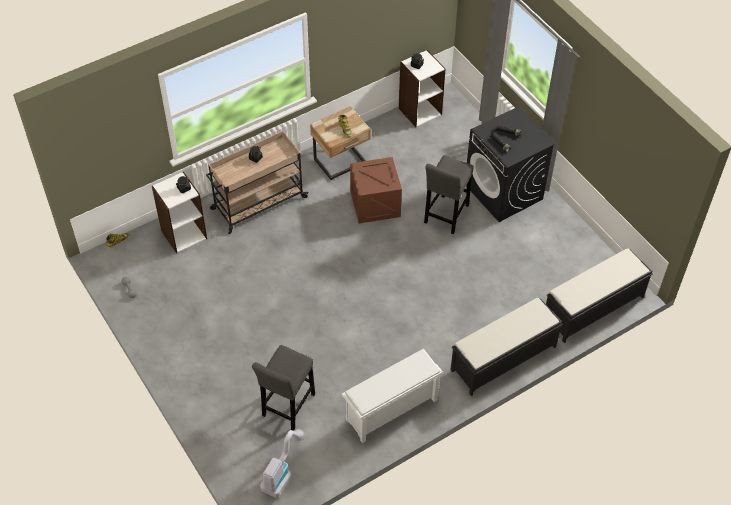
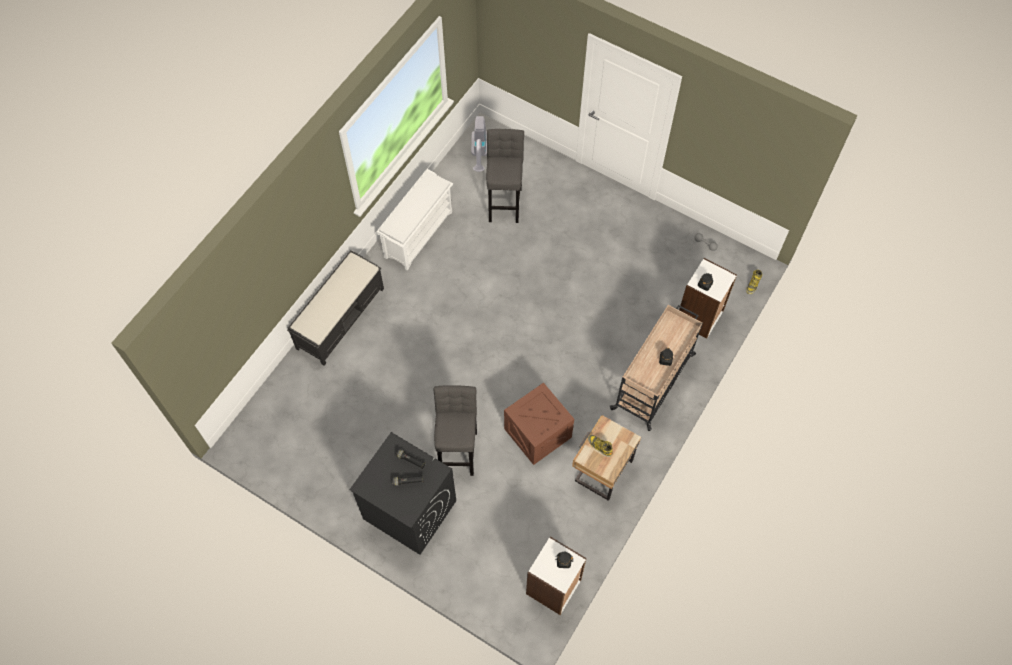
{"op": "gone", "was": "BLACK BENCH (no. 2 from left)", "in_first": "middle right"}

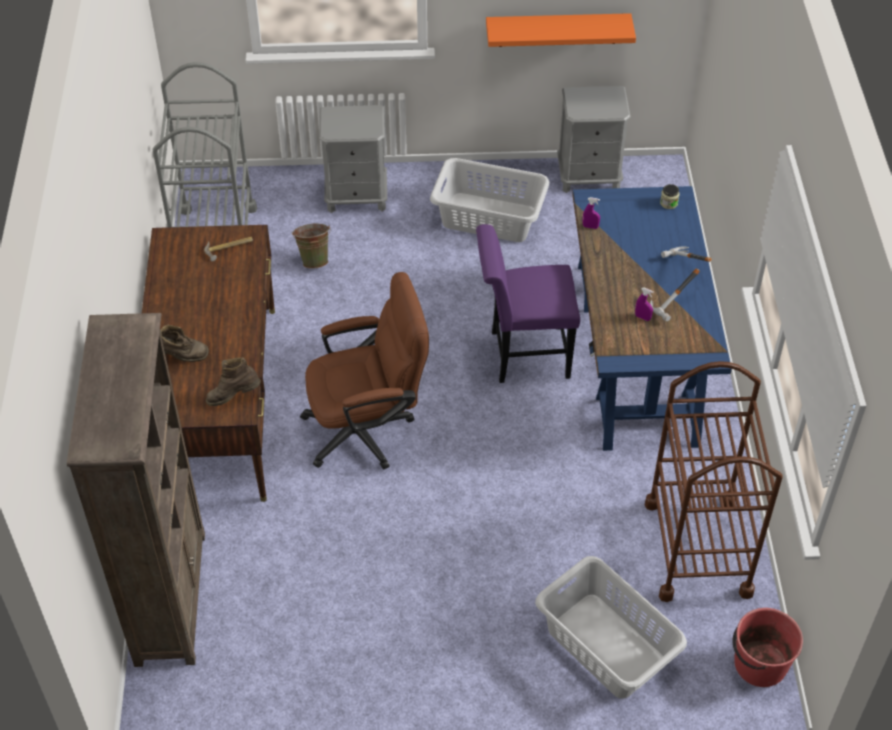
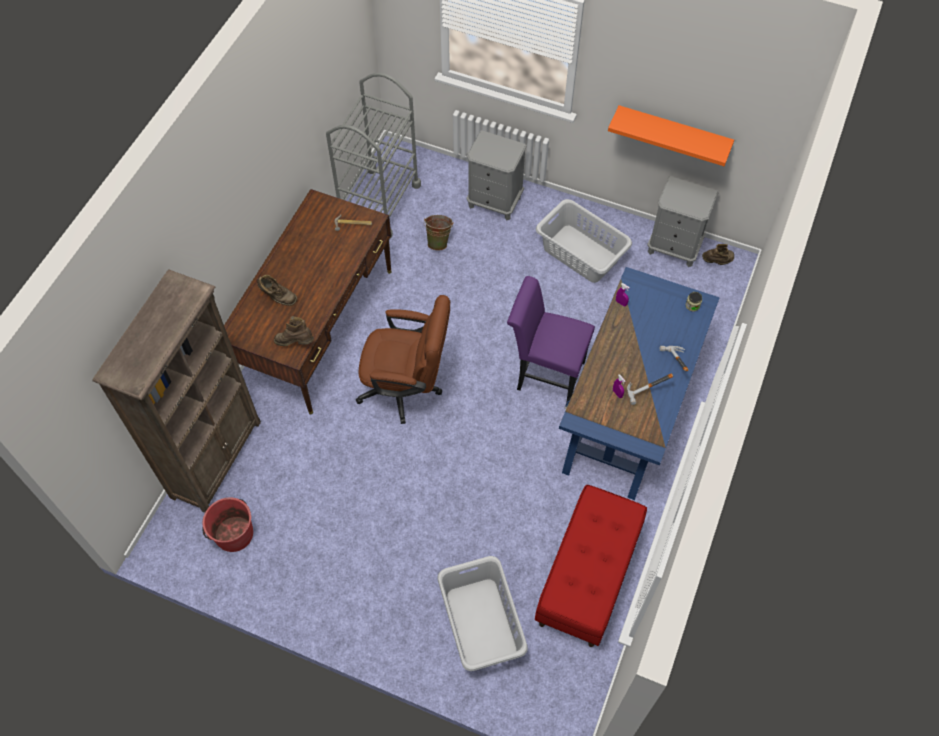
{"op": "shifted", "was": "RED BUCKET", "in_first": "bottom right", "in_second": "bottom left"}
{"op": "swapped", "was": "BROWN CART", "now": "RED BENCH", "in_first": "middle right", "in_second": "bottom centre"}
{"op": "new", "now": "BROWN BOOT (no. 3 from left)", "in_second": "middle right"}

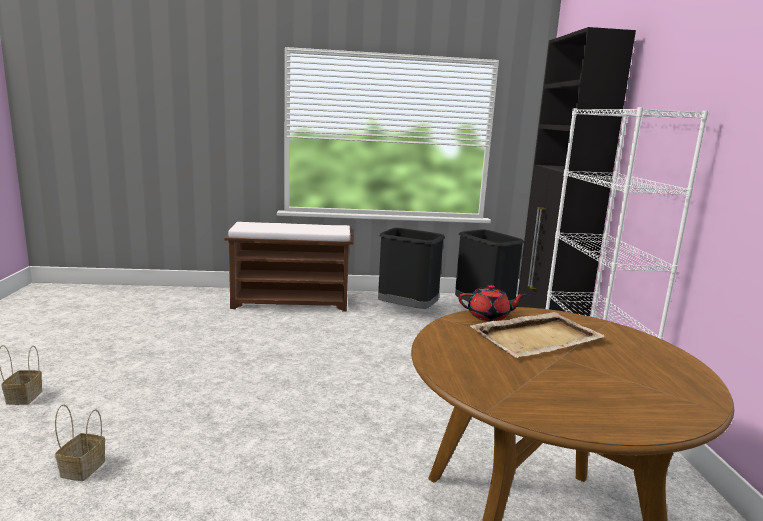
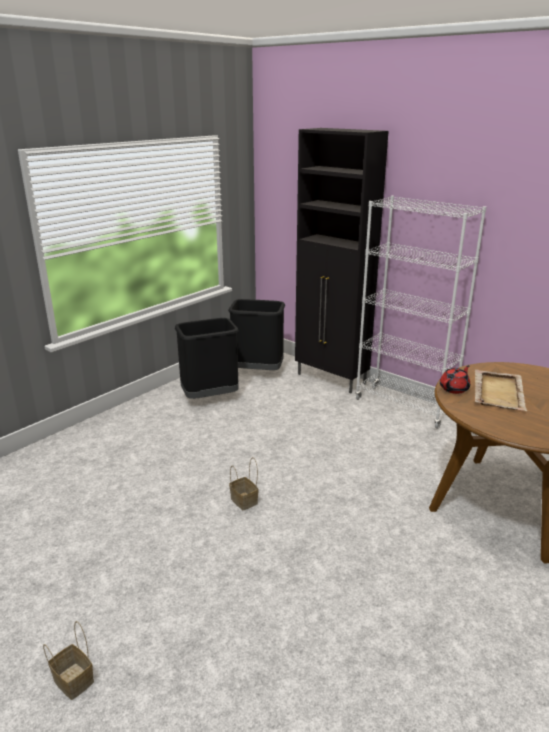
{"op": "shifted", "was": "BASKET (no. 2 from left)", "in_first": "bottom left", "in_second": "centre"}
{"op": "gone", "was": "BROWN BENCH", "in_first": "centre"}

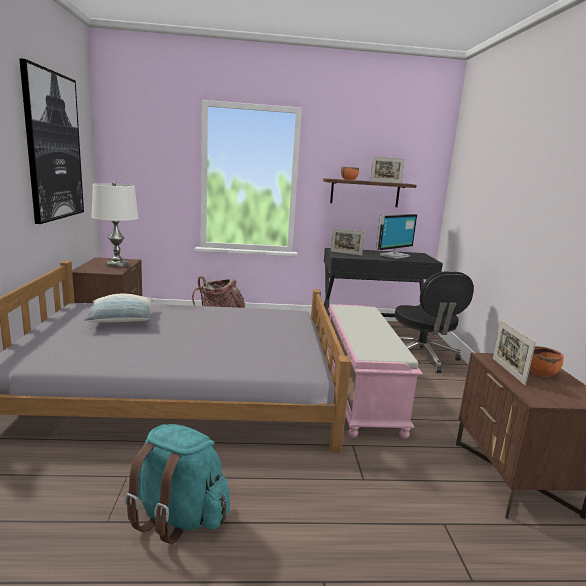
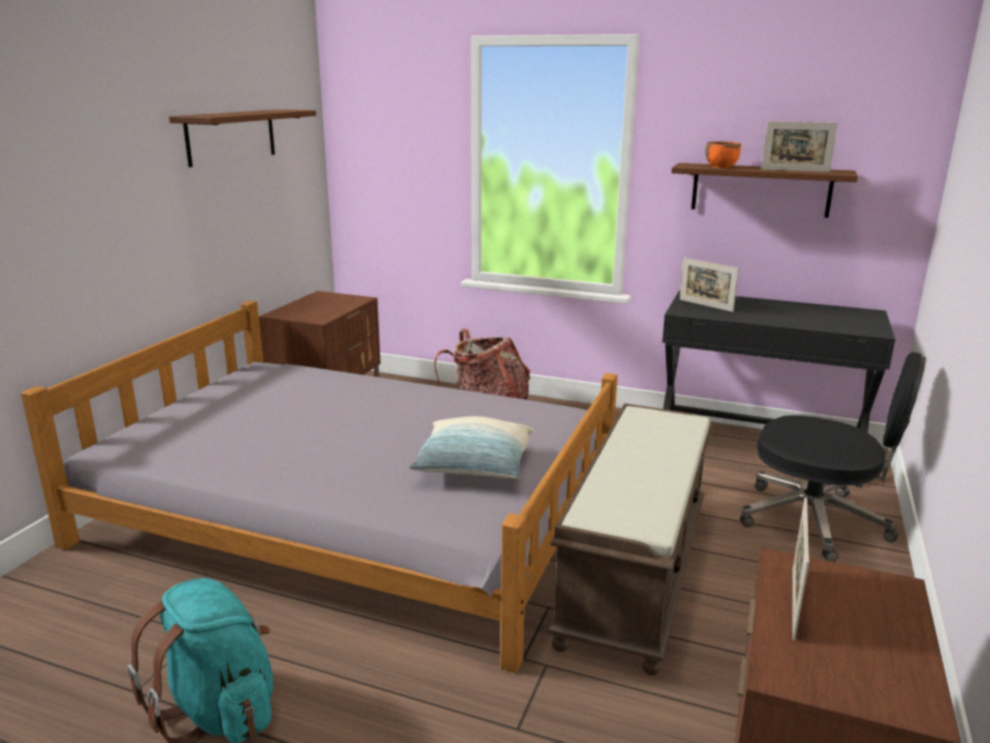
{"op": "swapped", "was": "PICTURE", "now": "BROWN SHELF (no. 1 from left)", "in_first": "top left", "in_second": "top left"}
{"op": "shifted", "was": "PILLOW", "in_first": "middle left", "in_second": "centre"}
{"op": "repainted", "was": "PINK BENCH", "now": "BROWN BENCH", "in_first": "centre", "in_second": "bottom centre"}
{"op": "rotated", "was": "BLACK OFFICE CHAIR", "in_first": "middle right", "in_second": "middle right", "clockwise": -75}
{"op": "gone", "was": "WHITE TABLE LAMP", "in_first": "middle left"}
{"op": "gone", "was": "MONITOR", "in_first": "middle right"}
{"op": "gone", "was": "ORANGE BOWL (no. 2 from left)", "in_first": "middle right"}

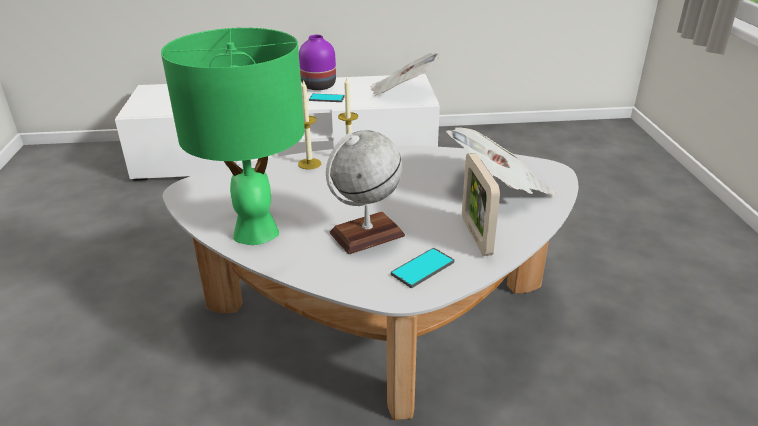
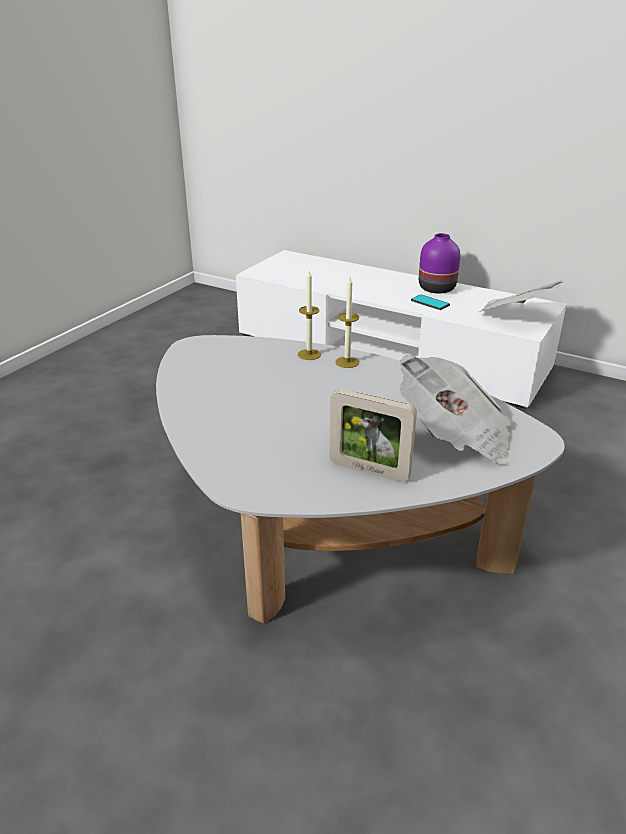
{"op": "rotated", "was": "PICTURE FRAME", "in_first": "centre", "in_second": "centre", "clockwise": -90}
{"op": "gone", "was": "GREEN TABLE LAMP", "in_first": "top left"}
{"op": "gone", "was": "GLOBE", "in_first": "centre"}
{"op": "gone", "was": "PHONE (no. 2 from left)", "in_first": "centre"}

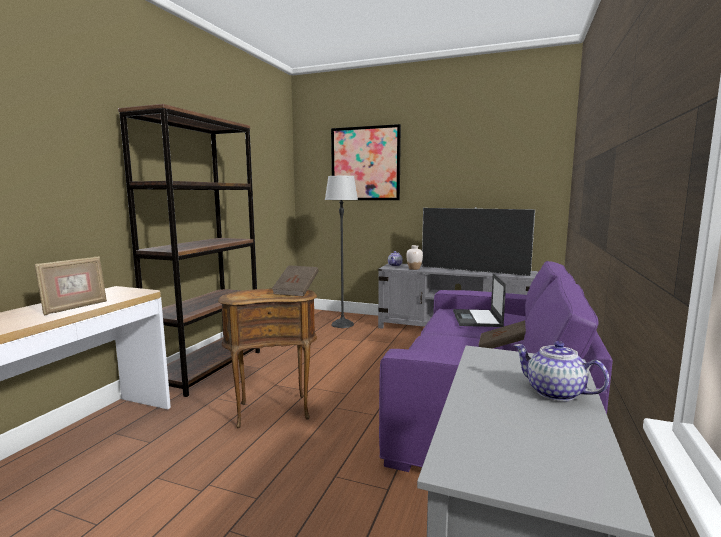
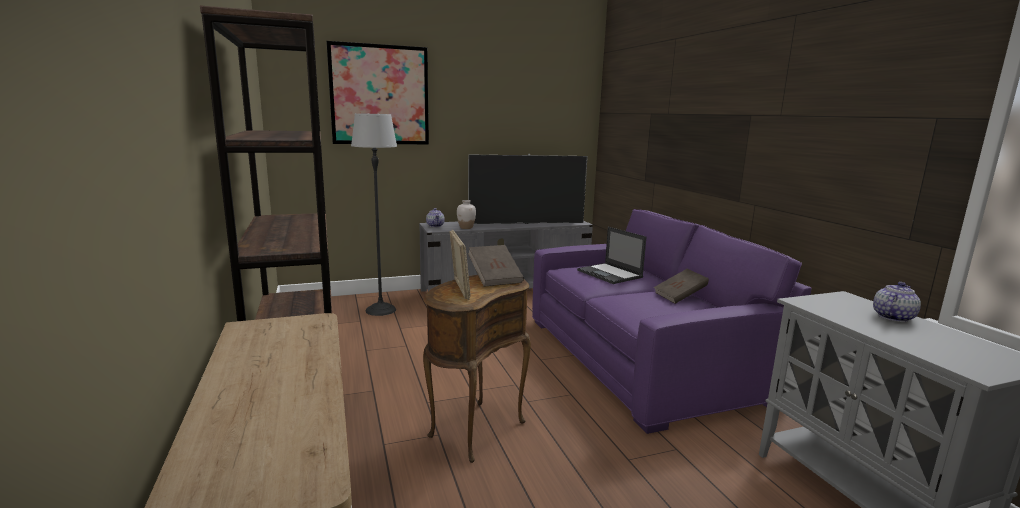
{"op": "shifted", "was": "PICTURE FRAME", "in_first": "middle left", "in_second": "centre"}
{"op": "rotated", "was": "TEAPOT (no. 2 from left)", "in_first": "bottom right", "in_second": "middle right", "clockwise": 135}

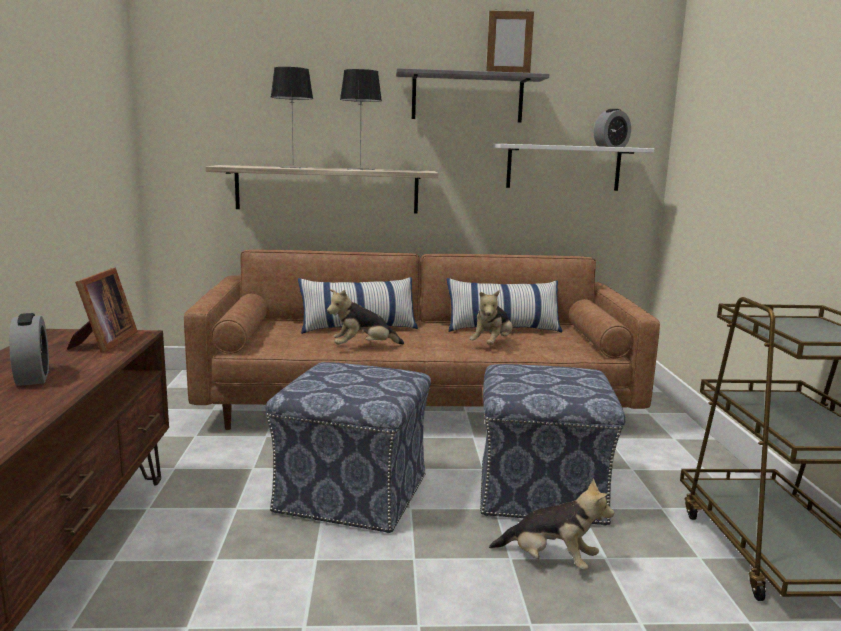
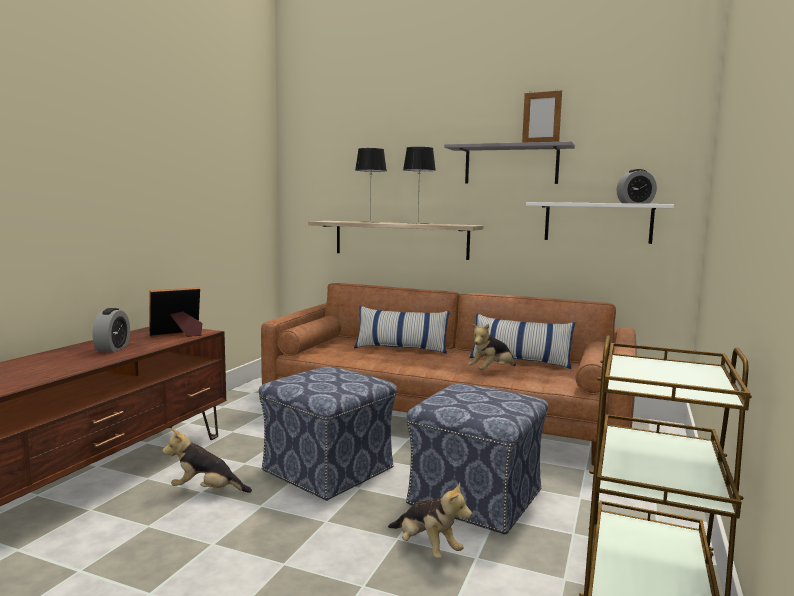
{"op": "rotated", "was": "PICTURE FRAME (no. 1 from left)", "in_first": "middle left", "in_second": "middle left", "clockwise": -150}
{"op": "shifted", "was": "PLUSH TOY (no. 1 from left)", "in_first": "centre", "in_second": "bottom left"}

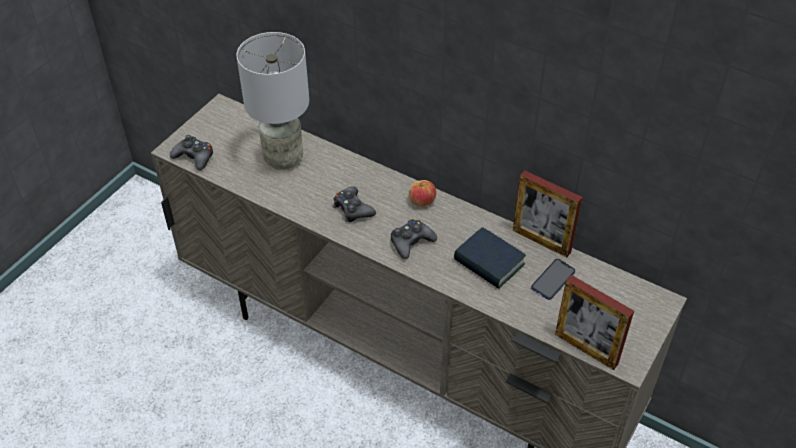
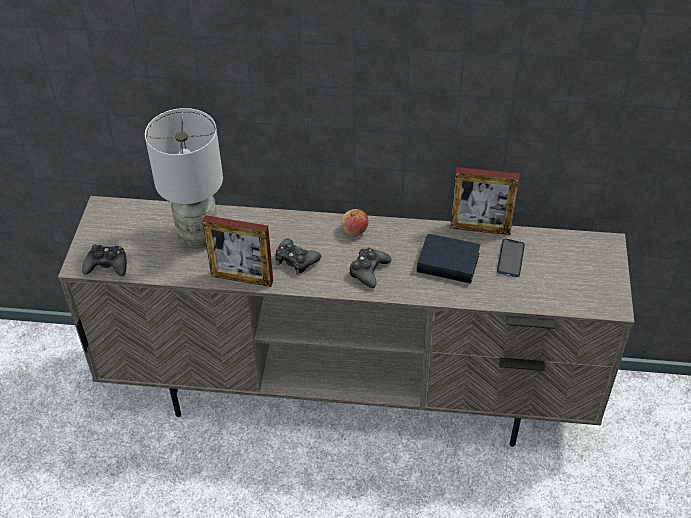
{"op": "shifted", "was": "PICTURE FRAME (no. 2 from left in the first image)", "now": "PICTURE FRAME (no. 1 from left)", "in_first": "bottom right", "in_second": "centre"}

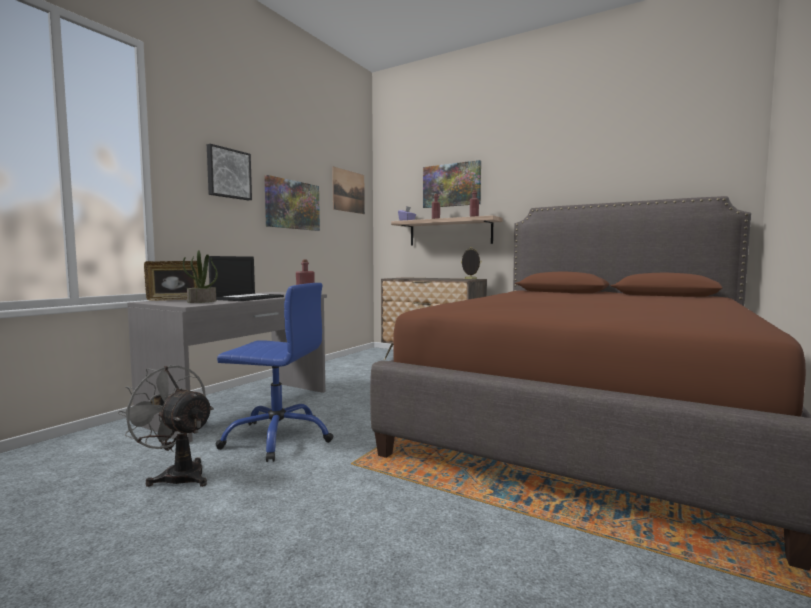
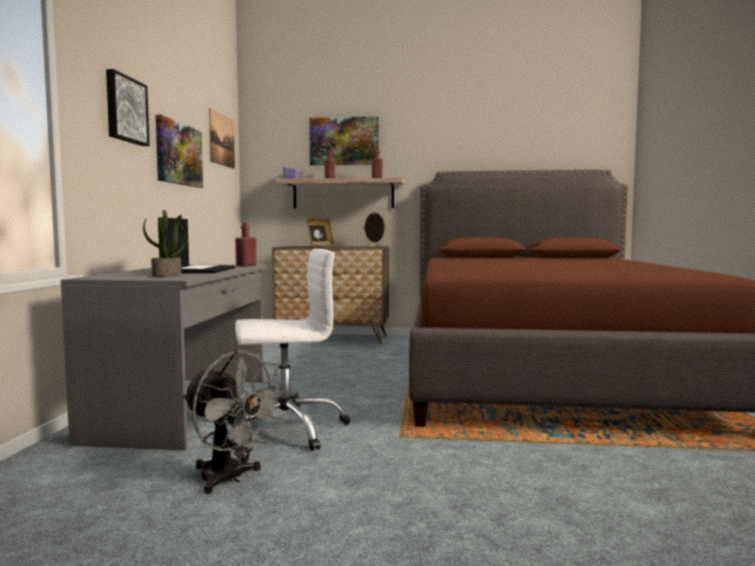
{"op": "rotated", "was": "GREY FAN", "in_first": "bottom left", "in_second": "bottom left", "clockwise": -150}
{"op": "repainted", "was": "BLUE OFFICE CHAIR", "now": "WHITE OFFICE CHAIR", "in_first": "centre", "in_second": "centre"}
{"op": "shifted", "was": "PICTURE FRAME (no. 1 from left)", "in_first": "middle left", "in_second": "centre"}

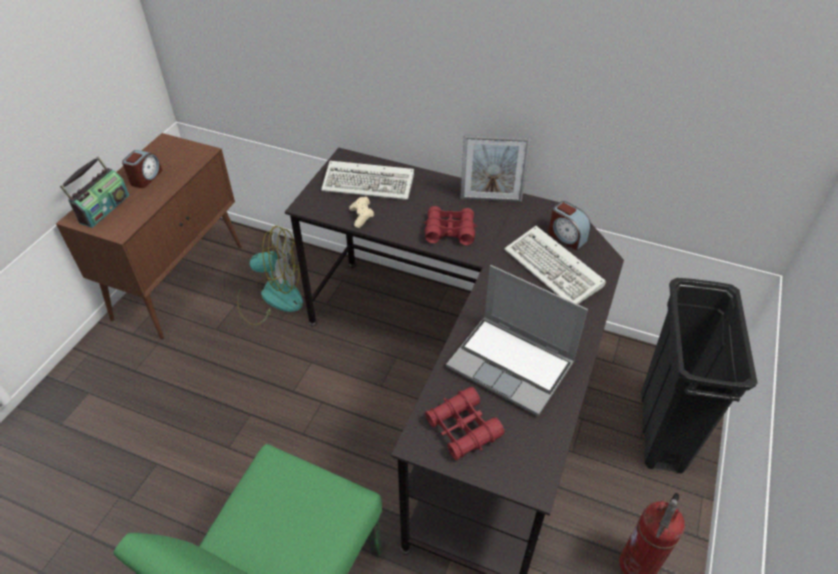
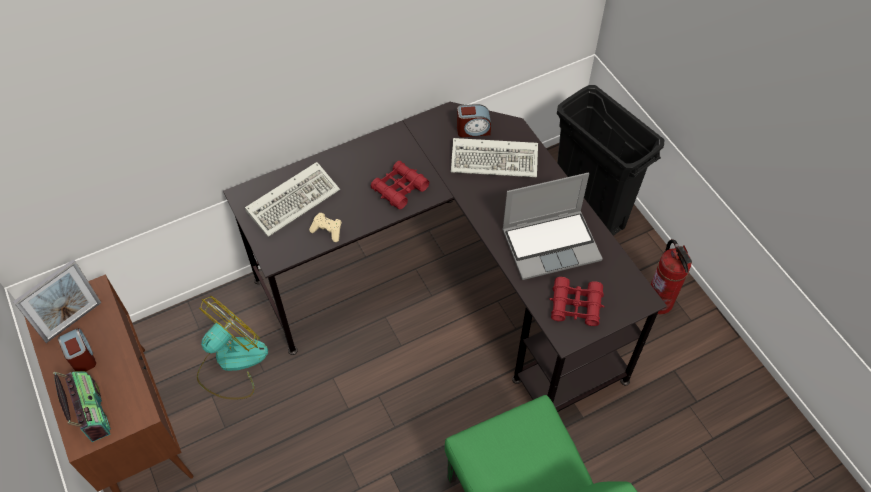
{"op": "shifted", "was": "PICTURE FRAME", "in_first": "top centre", "in_second": "middle left"}

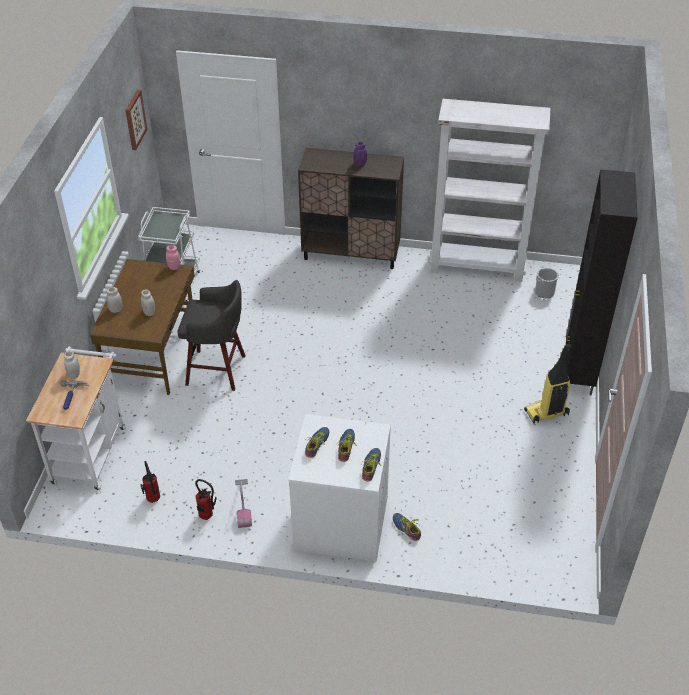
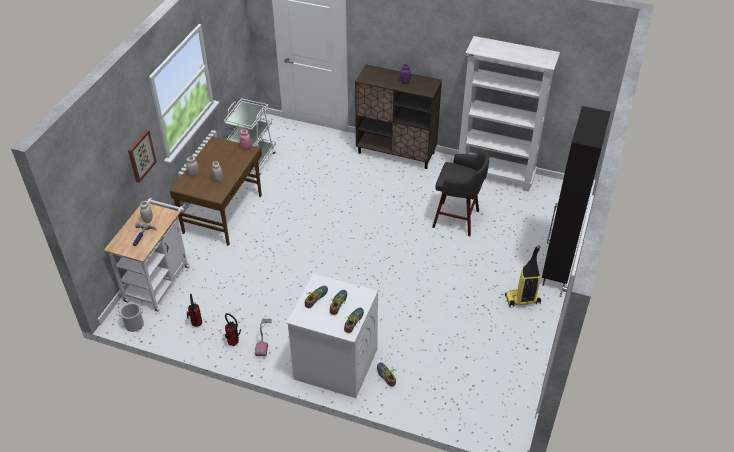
{"op": "shifted", "was": "BUCKET", "in_first": "middle right", "in_second": "bottom left"}
{"op": "shifted", "was": "PICTURE", "in_first": "top left", "in_second": "middle left"}
{"op": "shifted", "was": "GREY STOOL", "in_first": "middle left", "in_second": "centre"}

